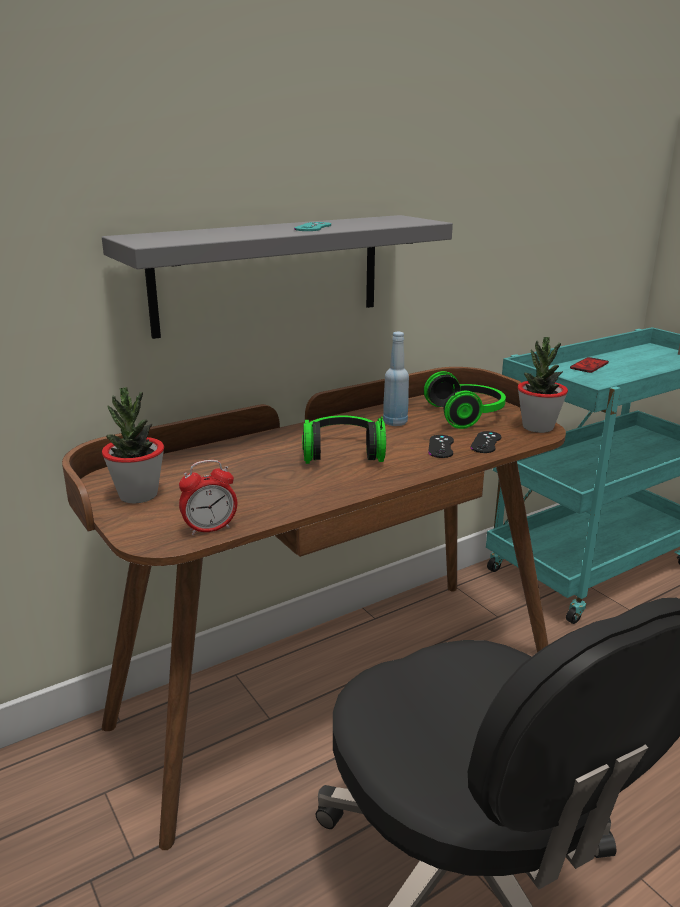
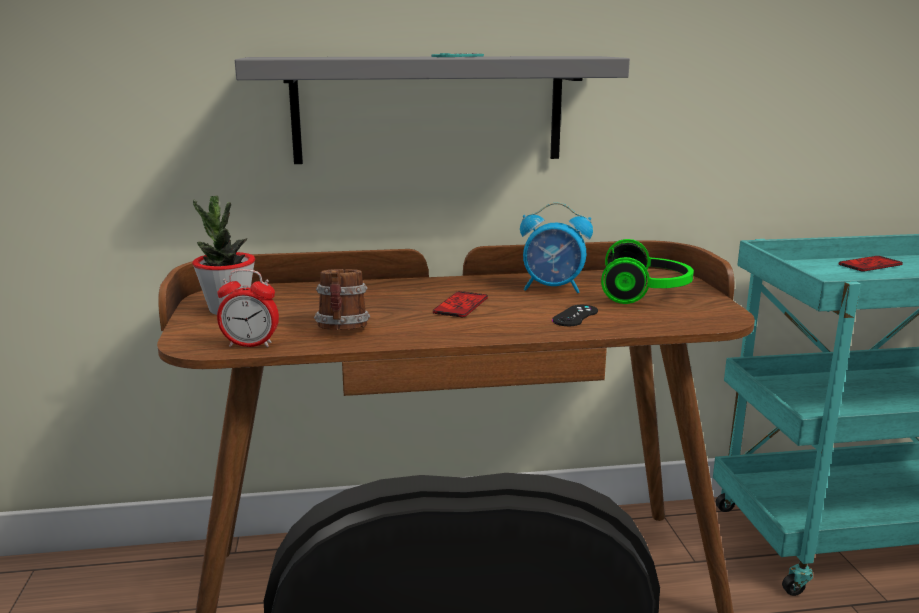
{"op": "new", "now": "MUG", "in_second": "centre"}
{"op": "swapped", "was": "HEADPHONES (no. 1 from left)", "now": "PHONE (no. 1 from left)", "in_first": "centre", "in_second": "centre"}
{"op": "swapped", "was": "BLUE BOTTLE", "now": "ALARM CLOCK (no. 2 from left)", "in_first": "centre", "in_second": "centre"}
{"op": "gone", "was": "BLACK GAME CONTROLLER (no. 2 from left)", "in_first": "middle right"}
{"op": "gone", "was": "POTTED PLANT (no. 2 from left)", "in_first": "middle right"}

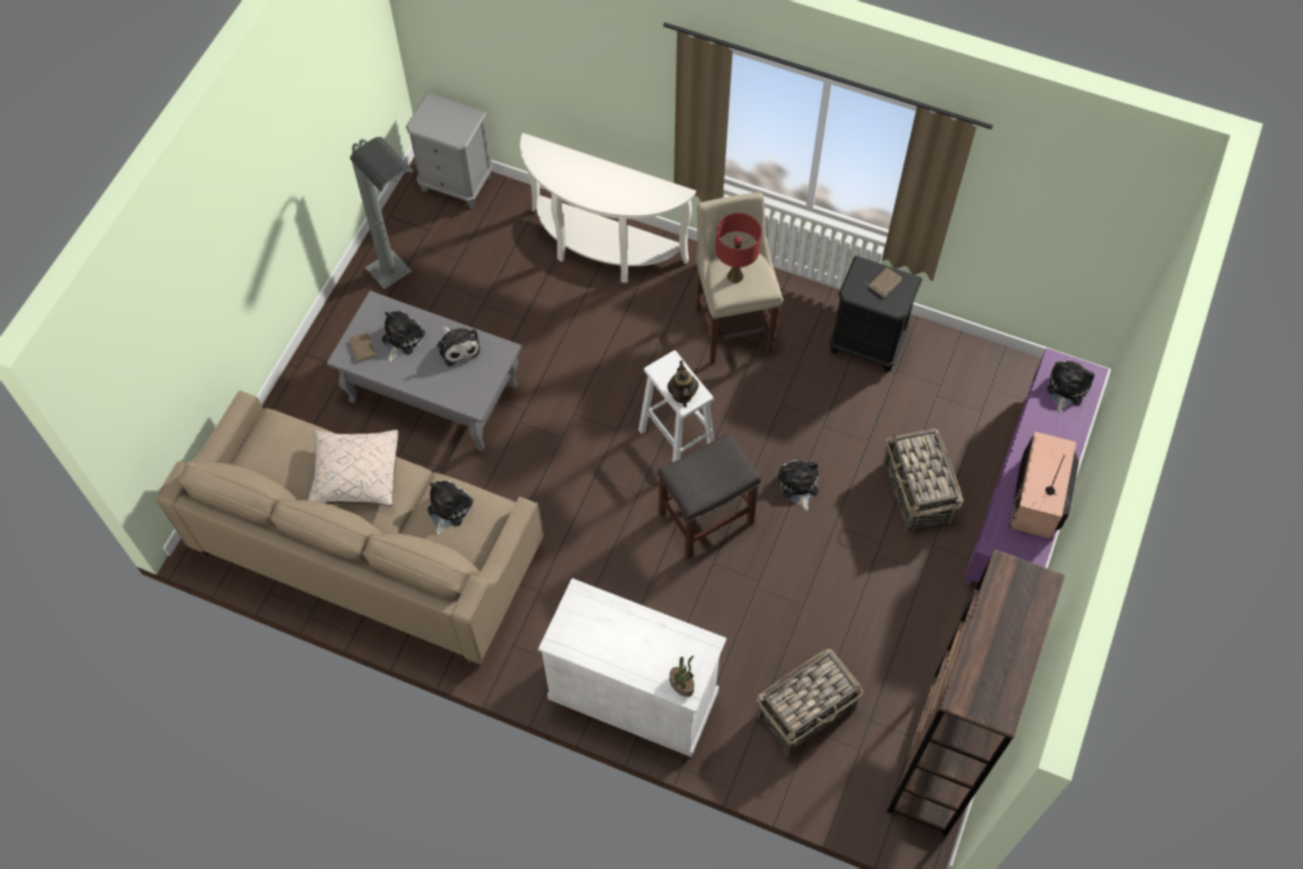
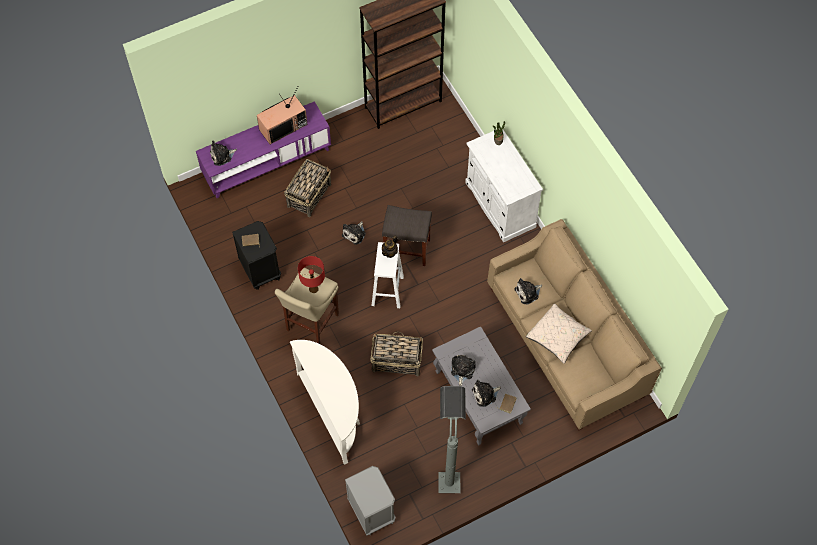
{"op": "shifted", "was": "BASKET (no. 1 from left in the first image)", "now": "BASKET (no. 2 from left)", "in_first": "bottom centre", "in_second": "centre"}

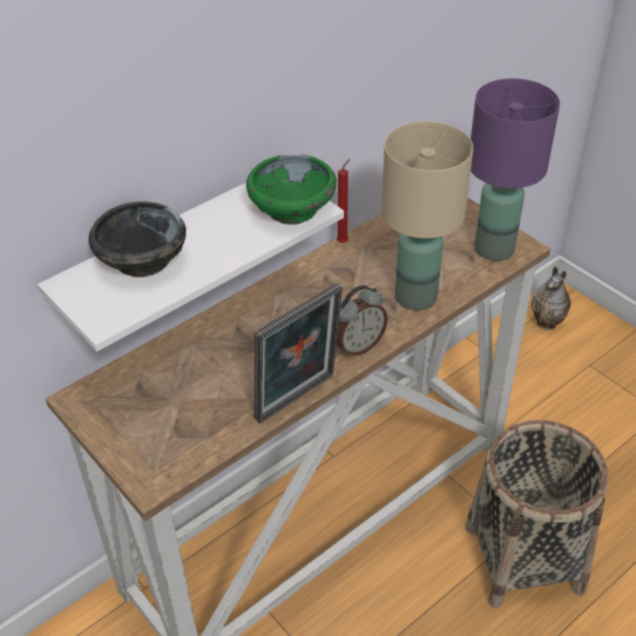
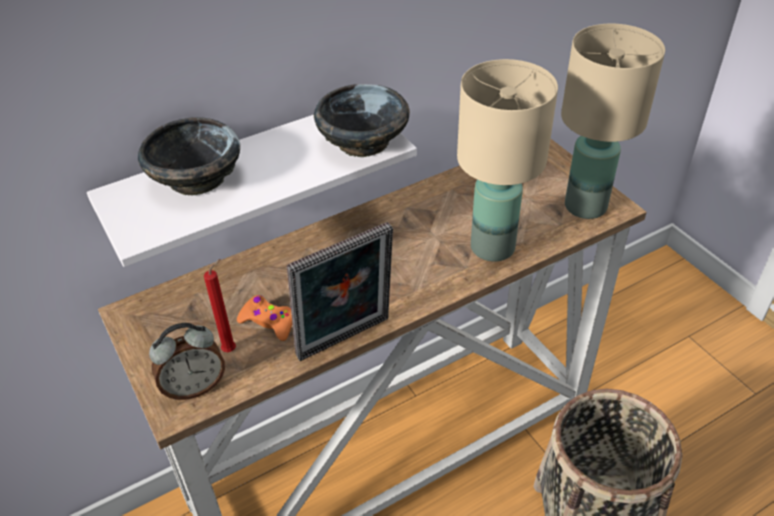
{"op": "shifted", "was": "ALARM CLOCK", "in_first": "centre", "in_second": "bottom left"}
{"op": "shifted", "was": "RED CANDLE", "in_first": "top centre", "in_second": "middle left"}
{"op": "new", "now": "ORANGE GAME CONTROLLER", "in_second": "centre"}
{"op": "repainted", "was": "GREEN BOWL", "now": "BLACK BOWL (no. 2 from left)", "in_first": "top centre", "in_second": "top centre"}
{"op": "repainted", "was": "PURPLE TABLE LAMP", "now": "BEIGE TABLE LAMP (no. 2 from left)", "in_first": "top right", "in_second": "top right"}
{"op": "gone", "was": "VASE", "in_first": "middle right"}

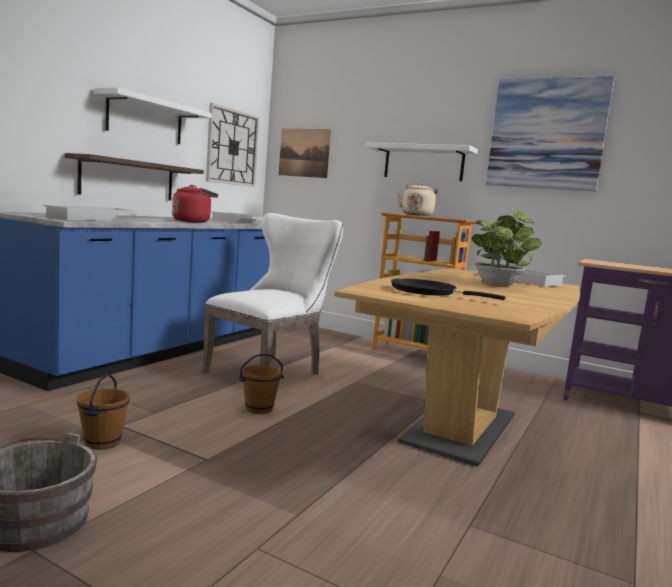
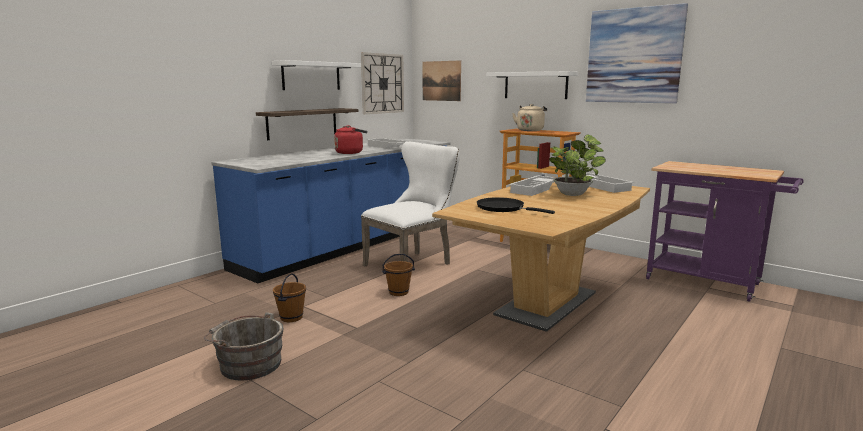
{"op": "shifted", "was": "WHITE TRAY (no. 1 from left in the first image)", "now": "WHITE TRAY (no. 2 from left)", "in_first": "middle left", "in_second": "centre"}

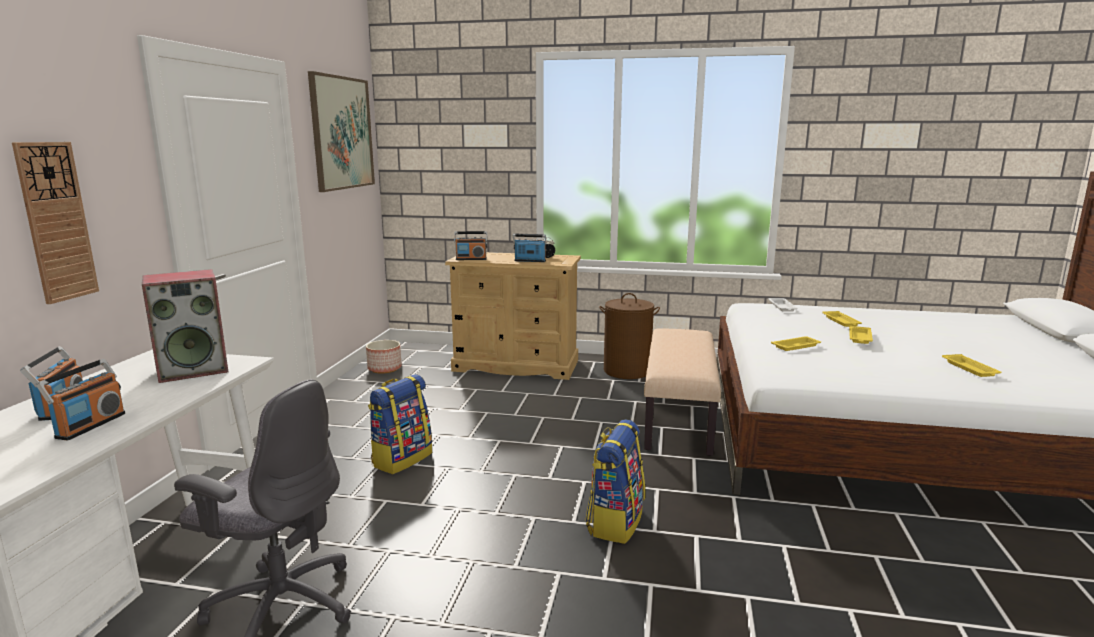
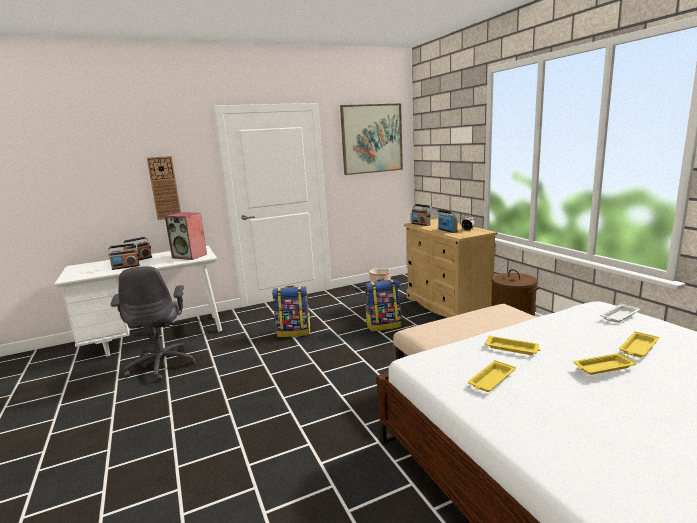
{"op": "shifted", "was": "BACKPACK (no. 2 from left)", "in_first": "bottom centre", "in_second": "centre"}
{"op": "shifted", "was": "YELLOW TRAY (no. 4 from left in the first image)", "now": "YELLOW TRAY (no. 1 from left)", "in_first": "middle right", "in_second": "bottom right"}

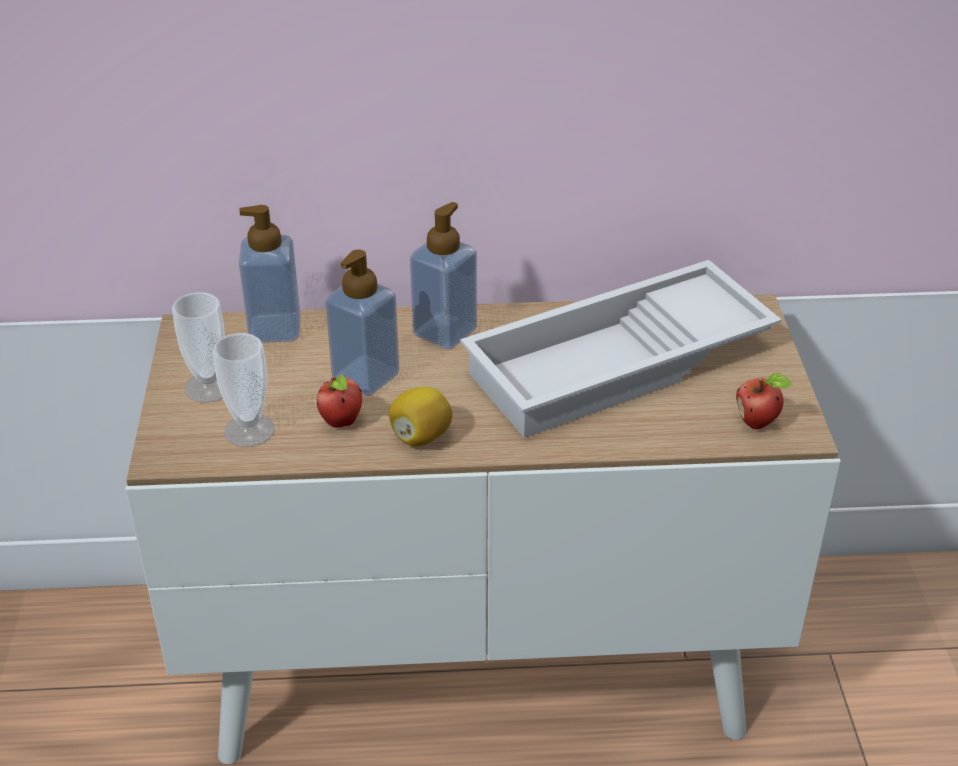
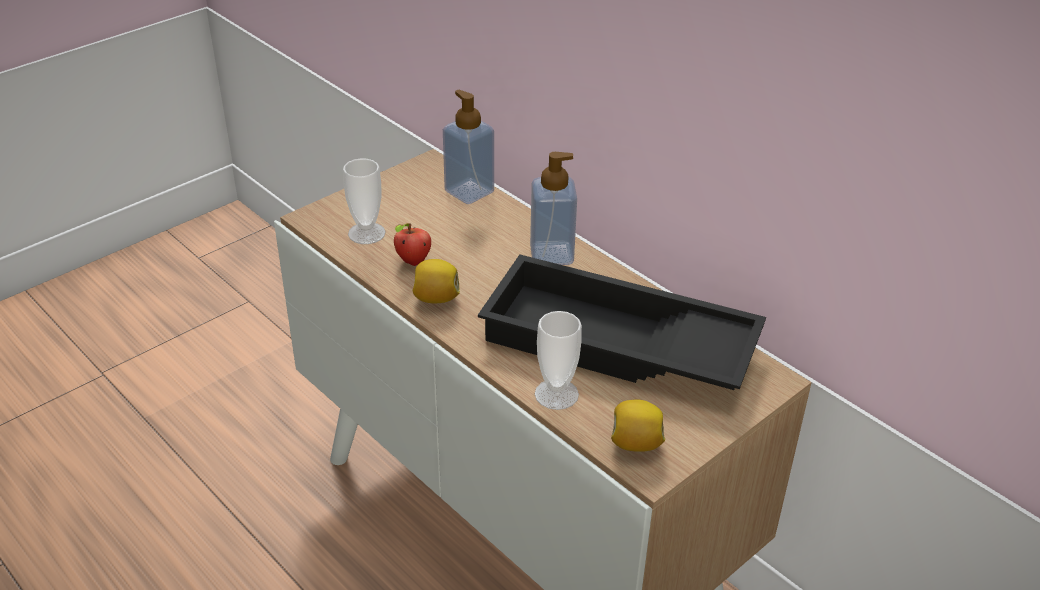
{"op": "repainted", "was": "WHITE TRAY", "now": "BLACK TRAY", "in_first": "centre", "in_second": "centre"}
{"op": "shifted", "was": "CUP (no. 1 from left in the first image)", "now": "CUP (no. 2 from left)", "in_first": "middle left", "in_second": "centre"}
{"op": "swapped", "was": "APPLE (no. 2 from left)", "now": "LEMON (no. 2 from left)", "in_first": "middle right", "in_second": "bottom centre"}
{"op": "gone", "was": "SOAP DISPENSER (no. 2 from left)", "in_first": "centre"}

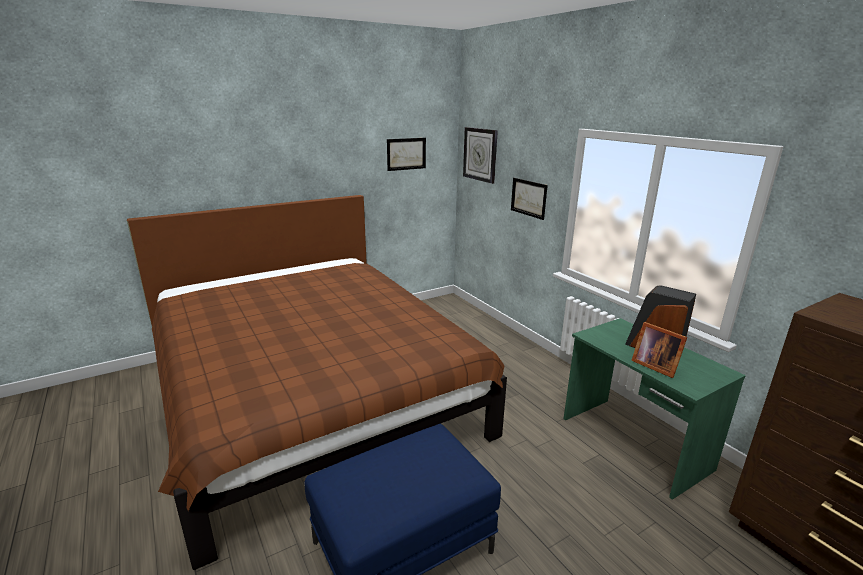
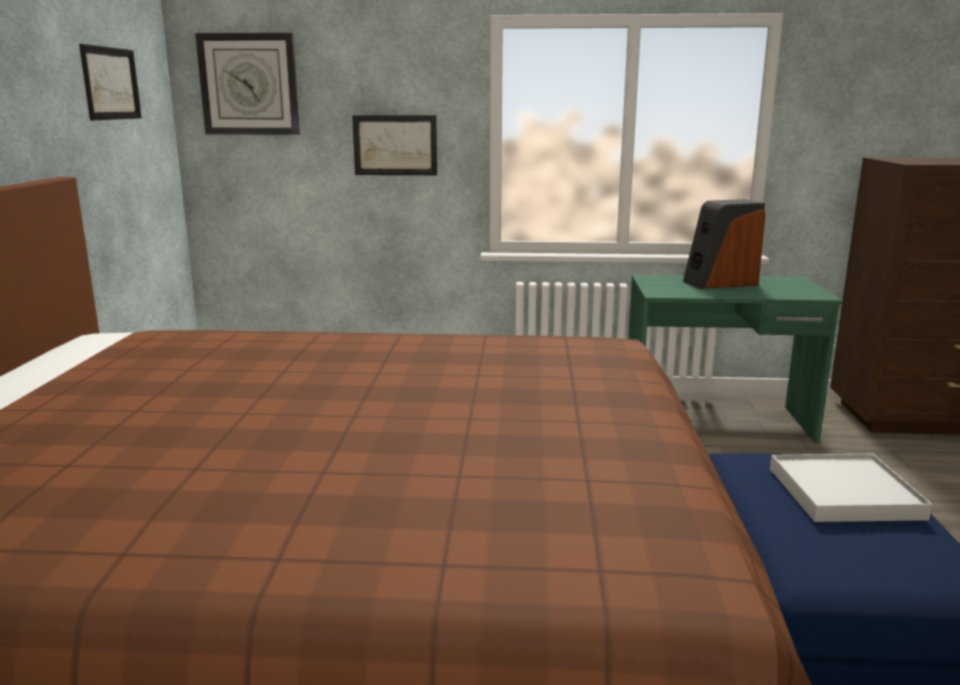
{"op": "new", "now": "WHITE TRAY", "in_second": "bottom right"}
{"op": "gone", "was": "PICTURE FRAME", "in_first": "middle right"}

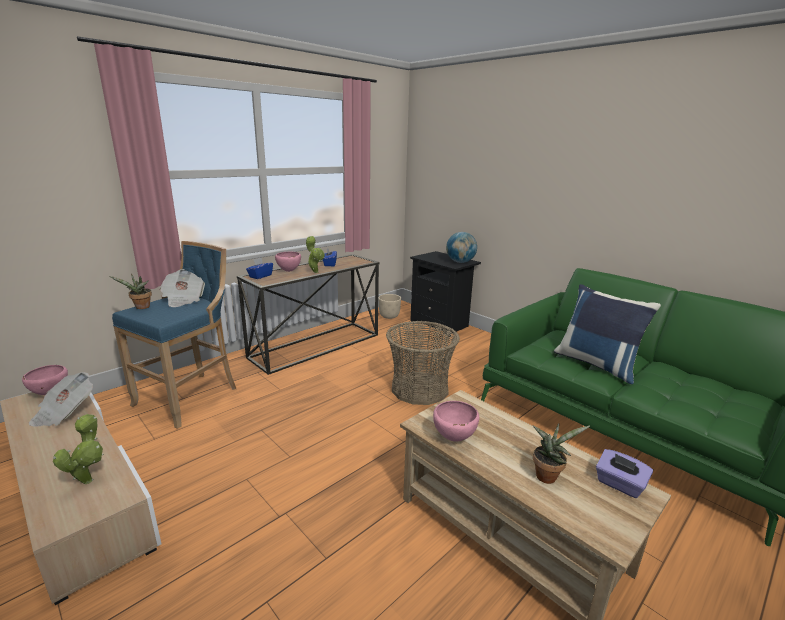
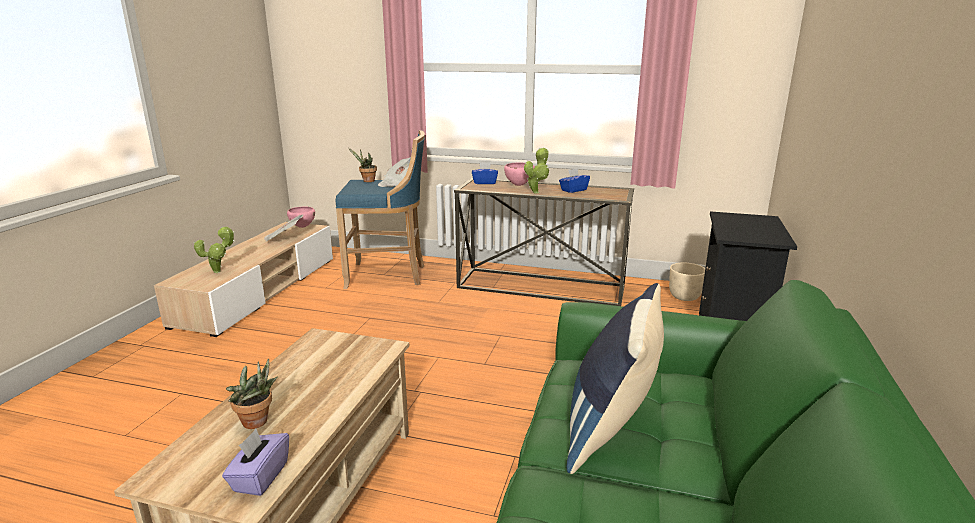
{"op": "gone", "was": "BASKET", "in_first": "centre"}
{"op": "gone", "was": "PINK BOWL (no. 3 from left)", "in_first": "bottom centre"}
{"op": "gone", "was": "GLOBE", "in_first": "centre"}

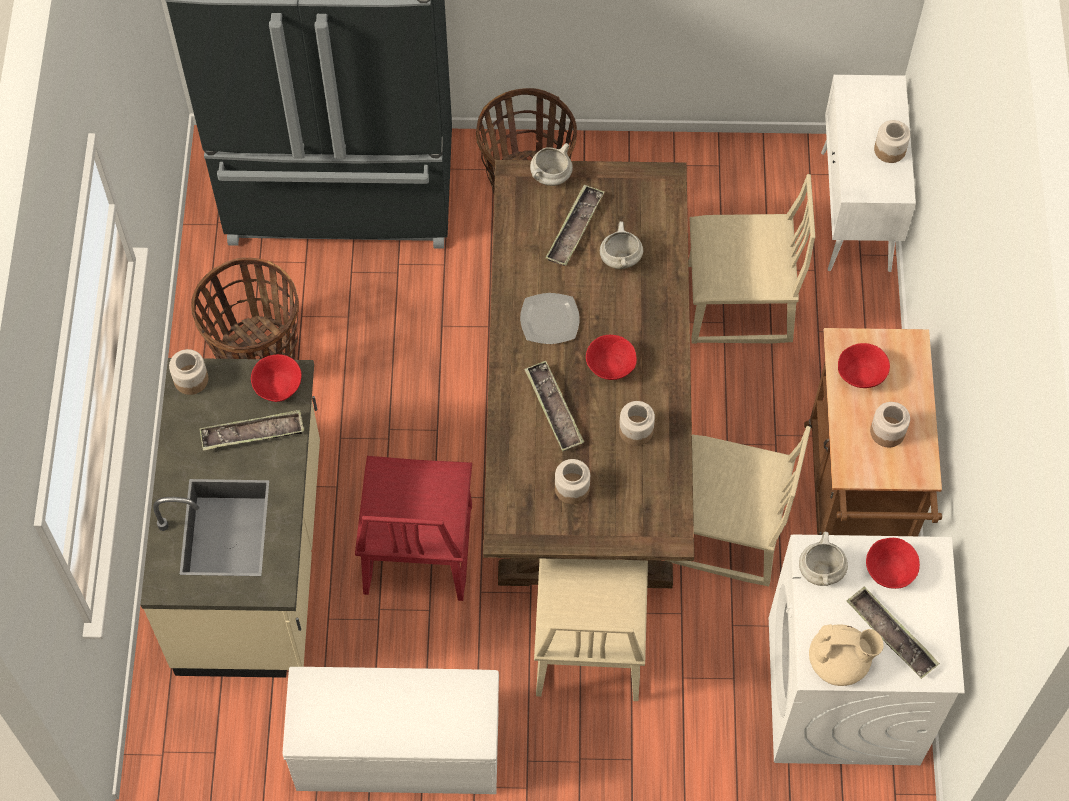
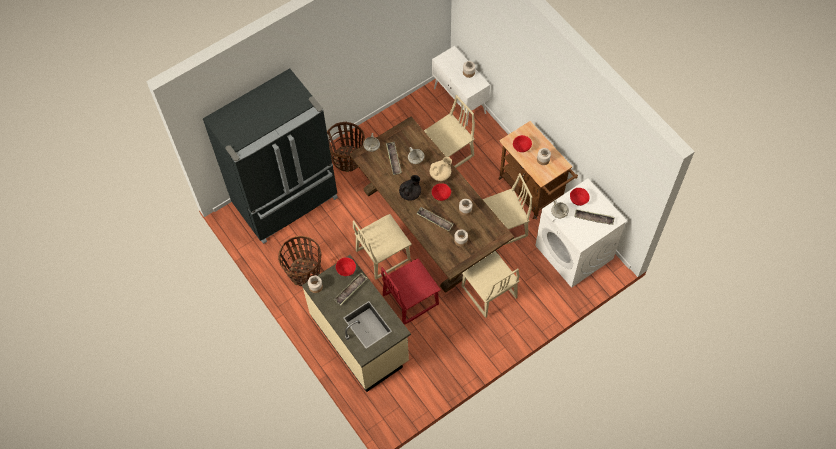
{"op": "new", "now": "BEIGE CHAIR (no. 1 from left)", "in_second": "centre"}
{"op": "rotated", "was": "RED CHAIR", "in_first": "centre", "in_second": "centre", "clockwise": 90}
{"op": "swapped", "was": "PLATE", "now": "BLACK TEAPOT", "in_first": "centre", "in_second": "centre"}
{"op": "shifted", "was": "BEIGE TEAPOT", "in_first": "bottom right", "in_second": "centre"}
{"op": "gone", "was": "WHITE BENCH", "in_first": "bottom centre"}

